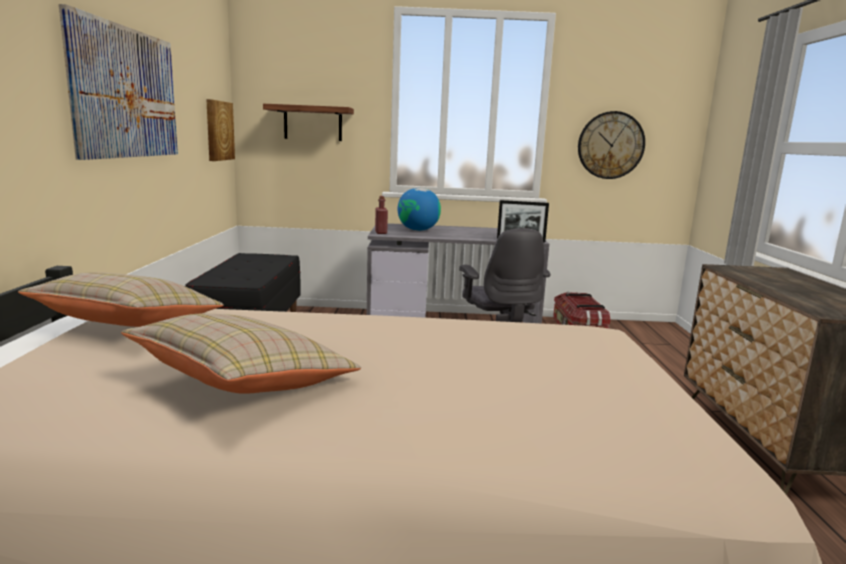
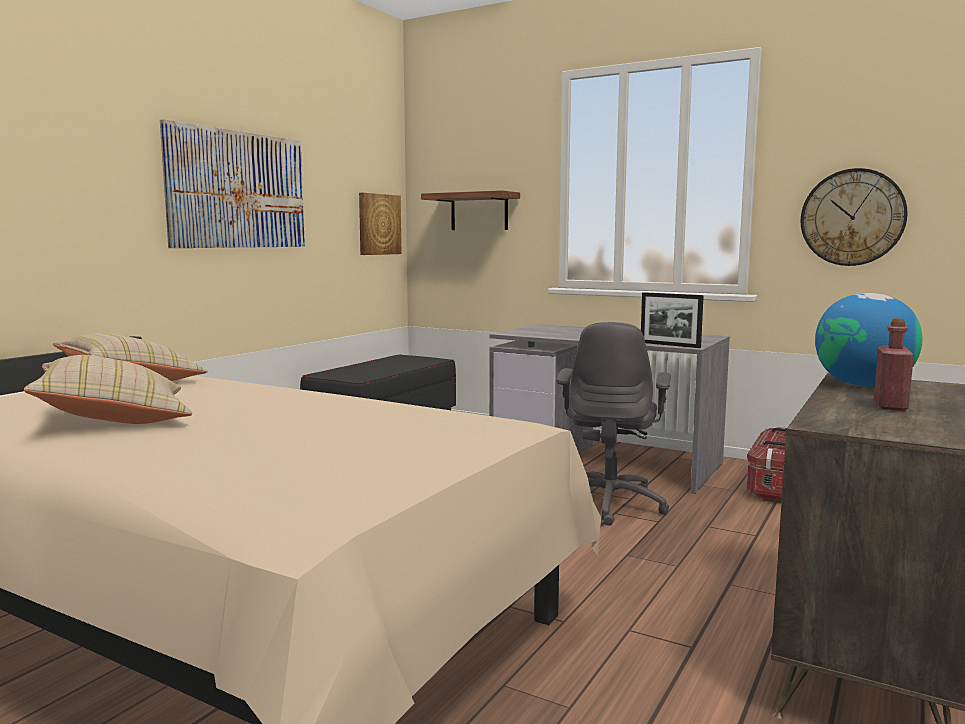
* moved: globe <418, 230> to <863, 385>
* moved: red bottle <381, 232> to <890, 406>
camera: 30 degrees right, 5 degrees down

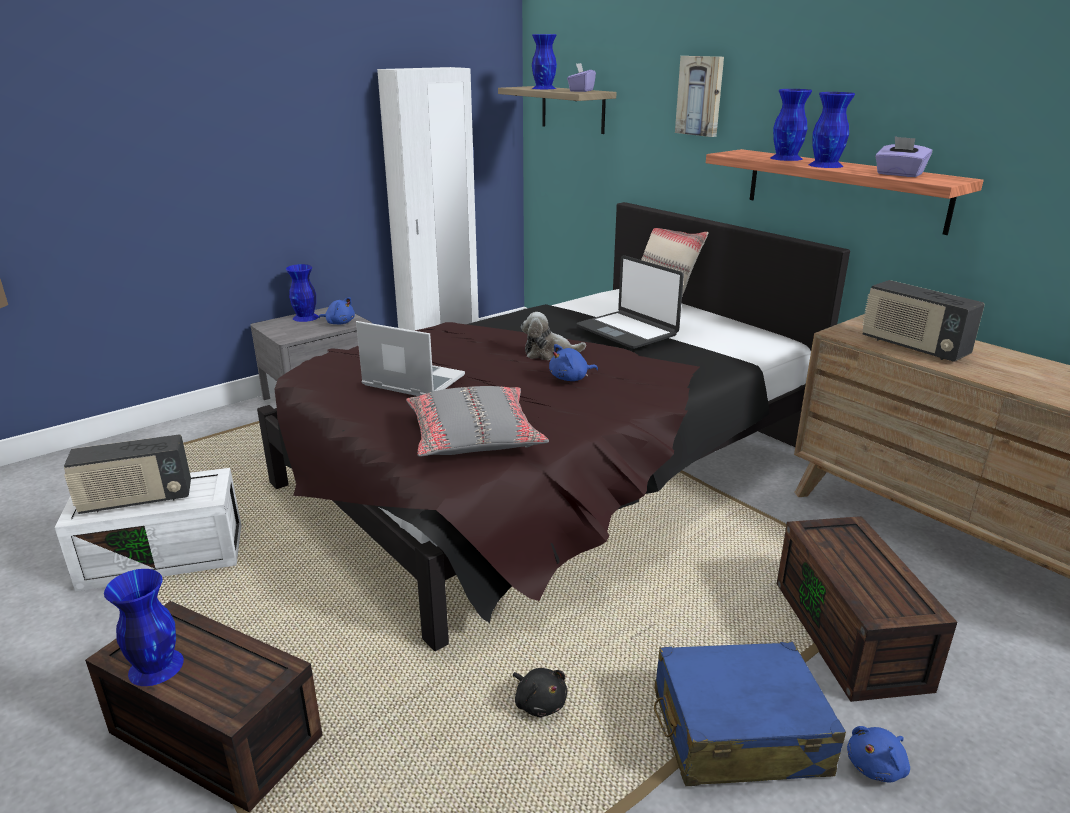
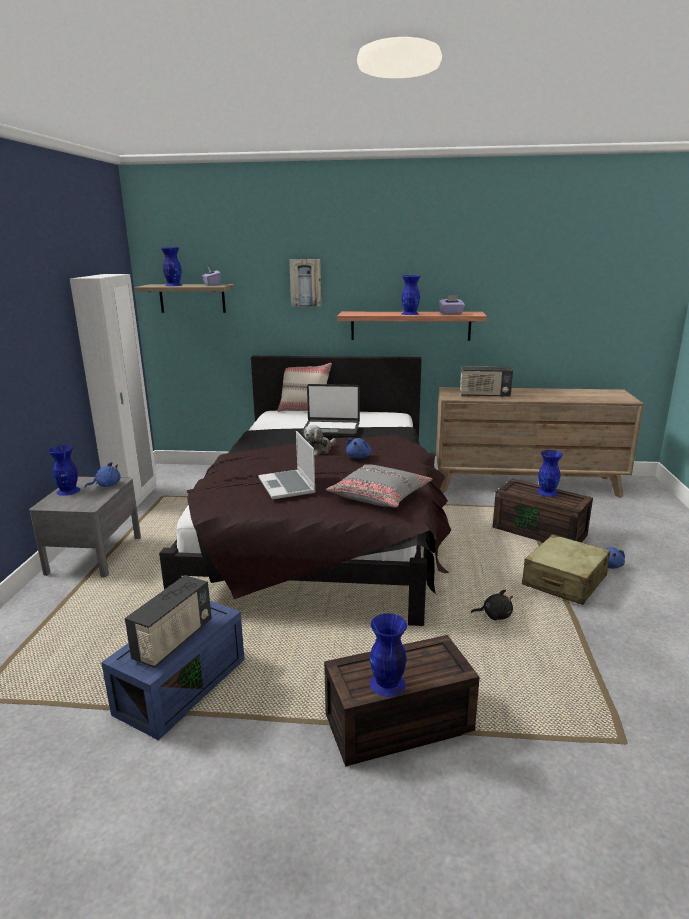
* recoloured: white storage box <166, 555> to blue storage box <181, 684>
* turned: laptop <412, 381> = <287, 486> 90 degrees counterclockwise
* recoloured: blue suitcase <737, 732> to beige suitcase <564, 581>
* moved: blue vase <786, 158> to <547, 492>
camera: 45 degrees left, 5 degrees down

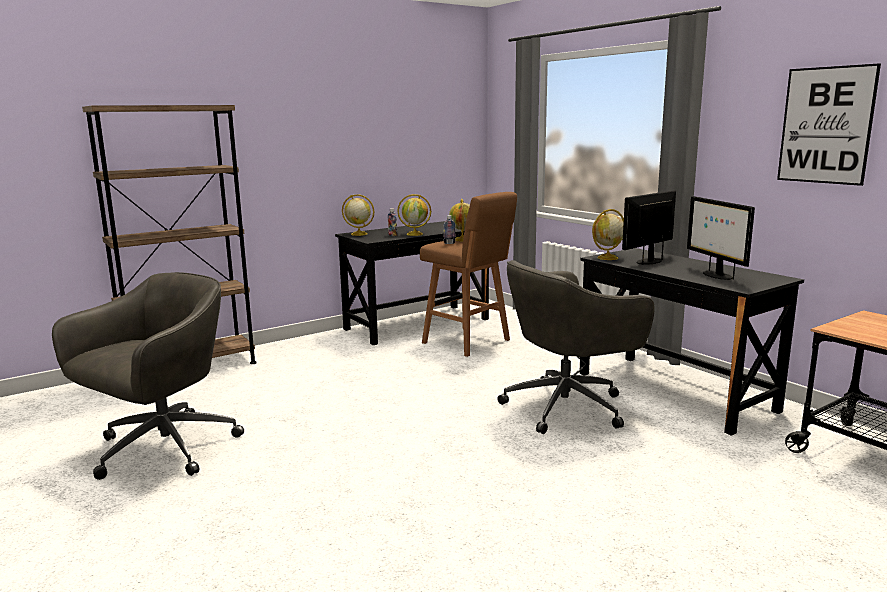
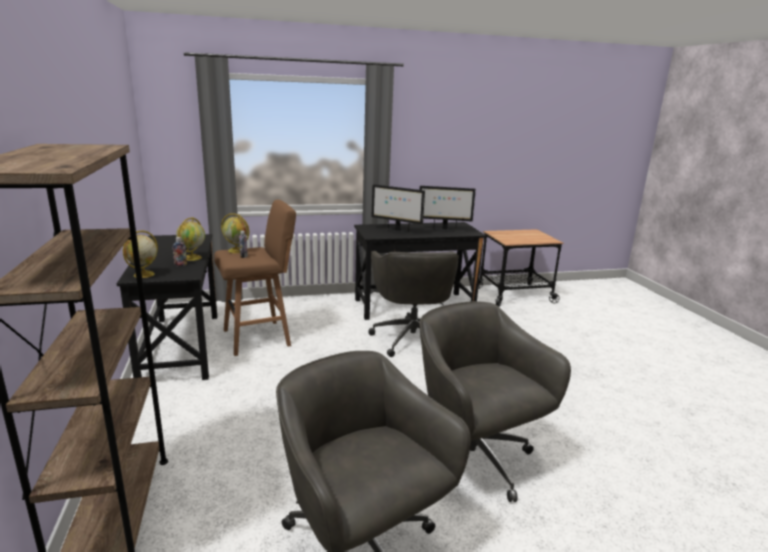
* turned: monitor <649, 261> = <396, 231> 45 degrees counterclockwise
* added: grey office chair <473, 461>
* removed: globe <607, 258>
* removed: picture <826, 125>
camera: 70 degrees left, 5 degrees up

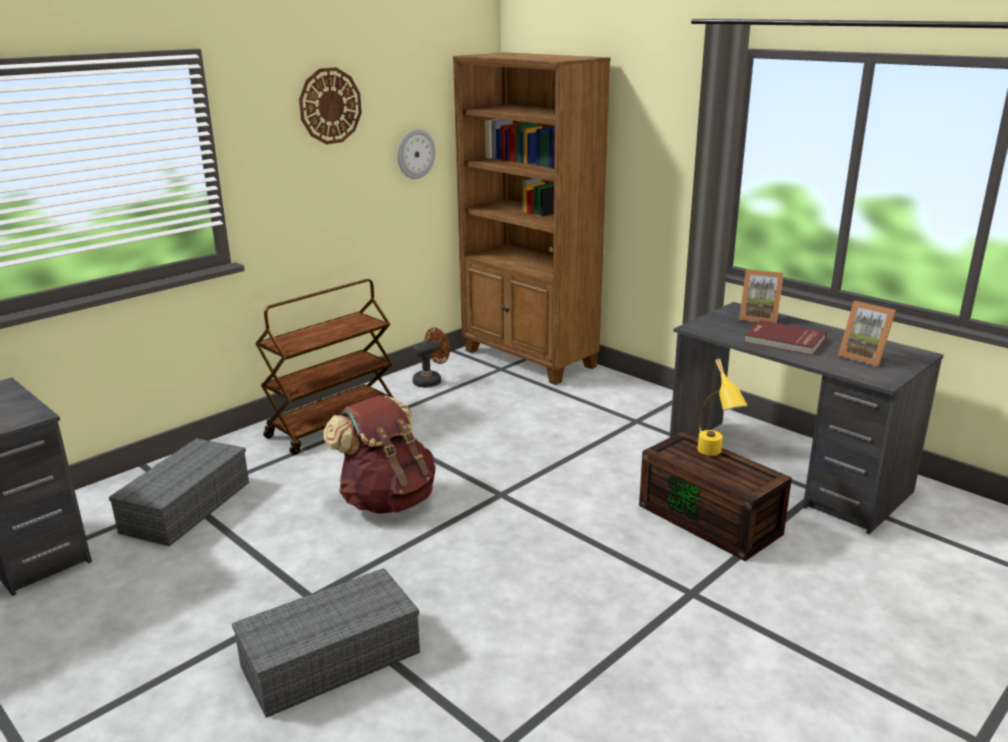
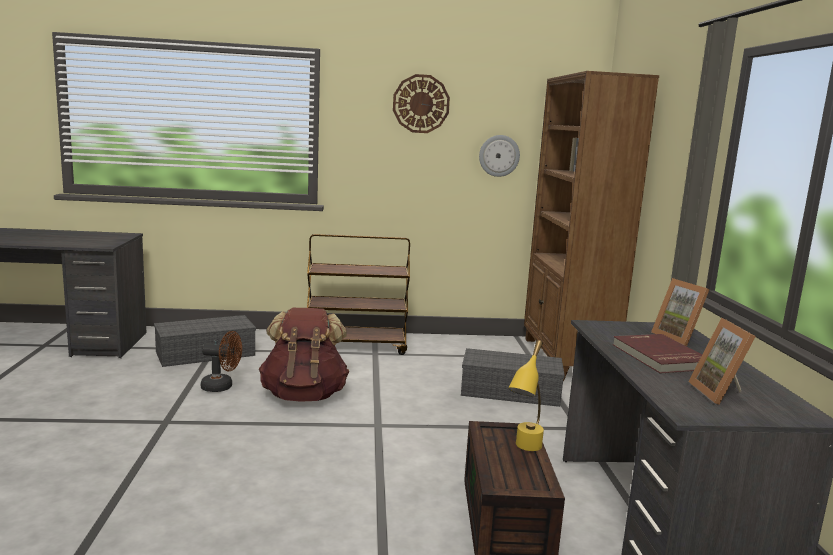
* moved: brown fan <431, 381> to <222, 387>
* moved: grey storage box <332, 657> to <511, 391>
camera: 40 degrees right, 10 degrees down

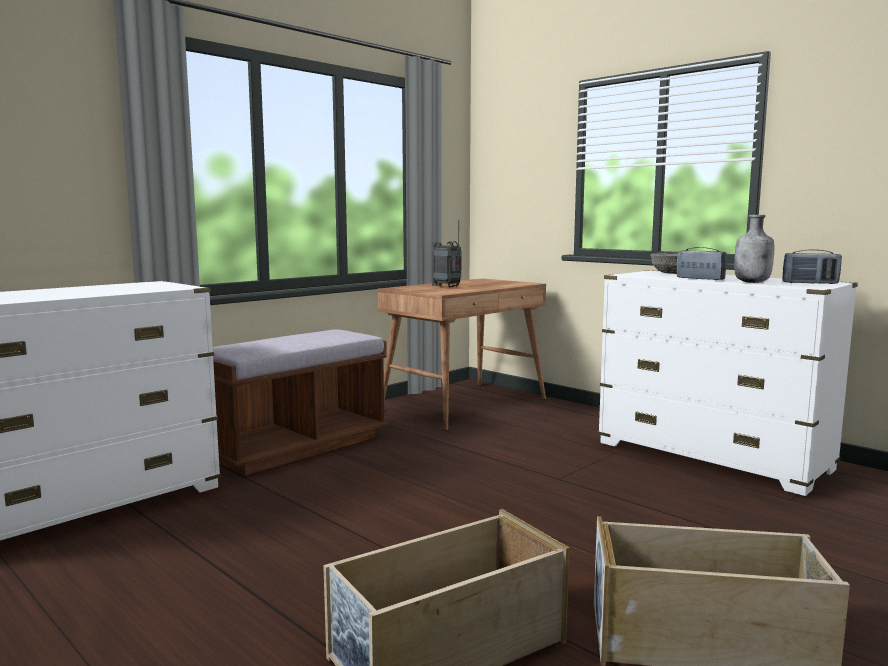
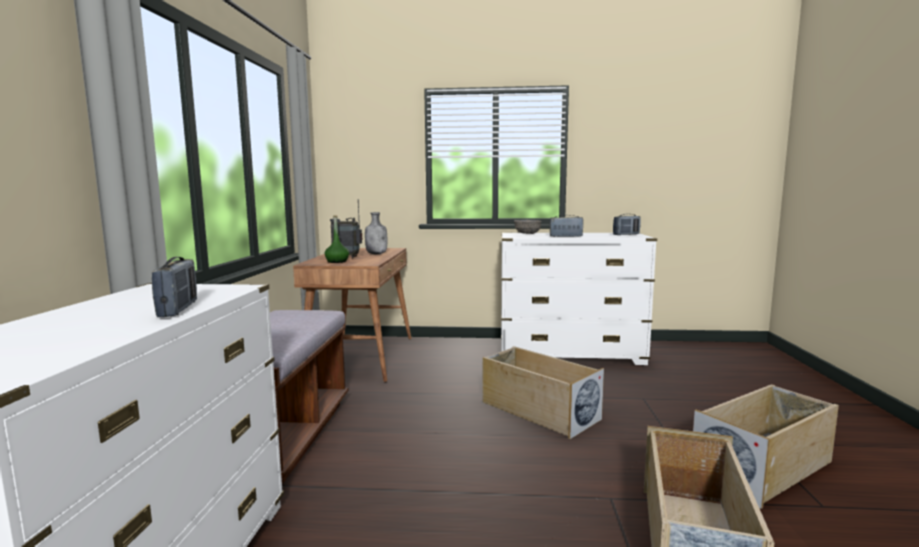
* added: radio <178, 309>
* added: green bottle <337, 261>
* moved: grey bottle <752, 282> to <377, 254>
* added: beige storage box <538, 411>
camera: 40 degrees left, 0 degrees up

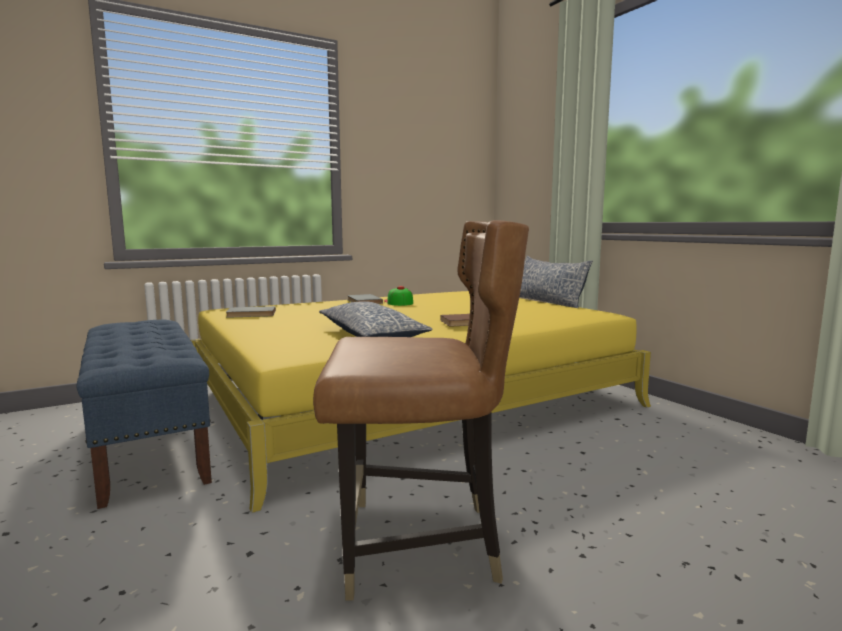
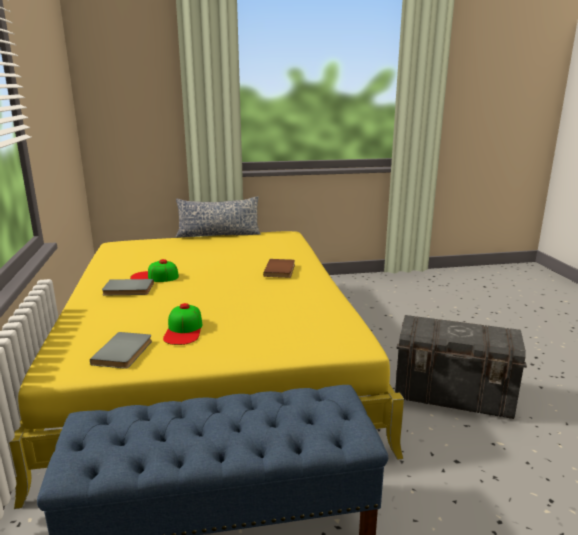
* added: cap <184, 330>
* replaced: brown chair <420, 544> to grey storage box <453, 396>
* removed: pillow <371, 336>
camera: 70 degrees left, 10 degrees up

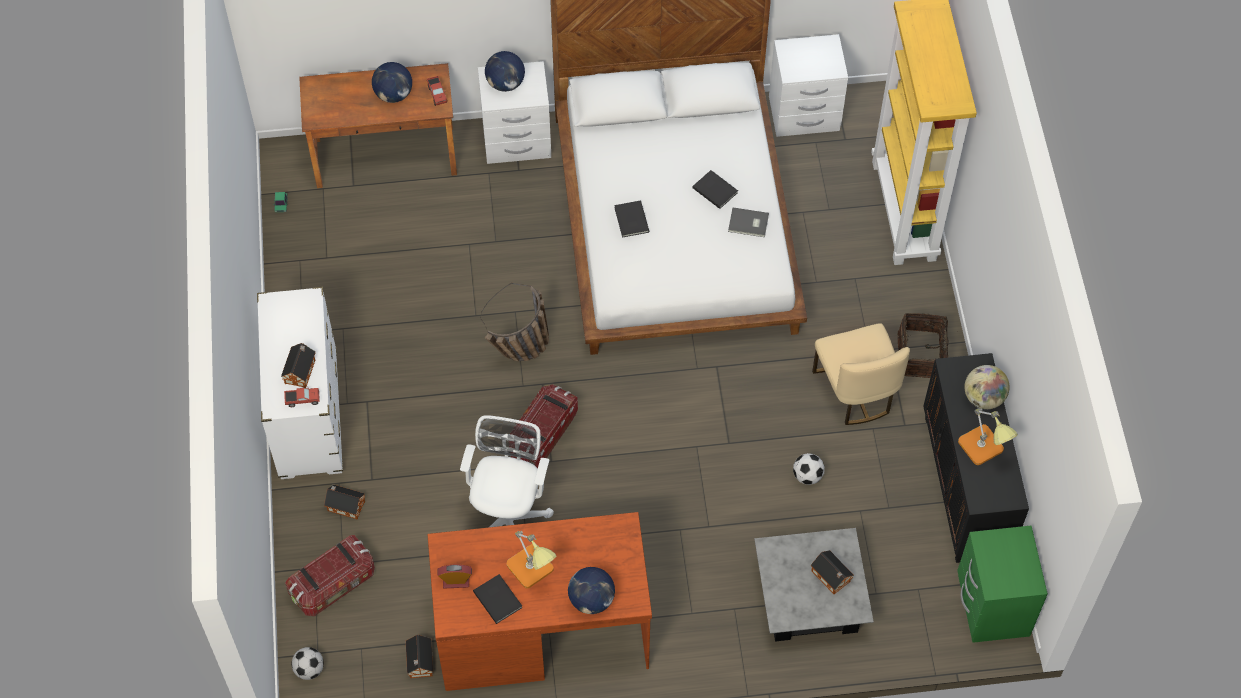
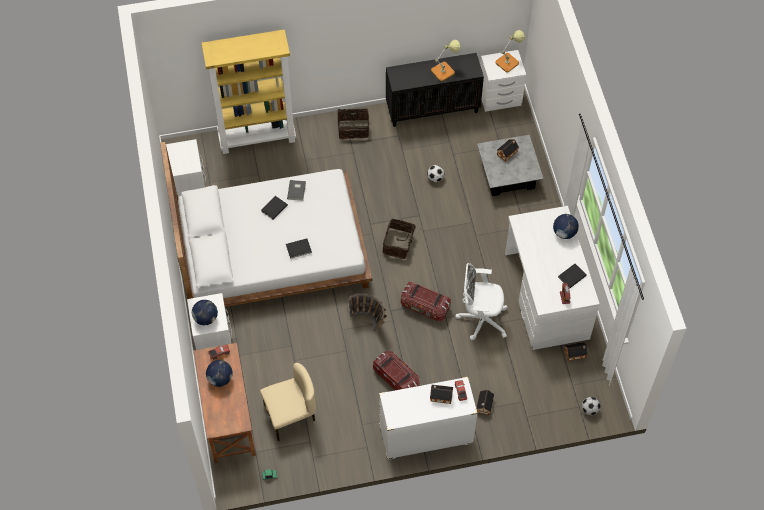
* moved: beige chair <855, 391> to <290, 415>
* moved: storage box <333, 584> to <396, 379>
* added: basket <398, 244>
* recoloured: green nightstand <991, 606> to white nightstand <499, 98>
* moved: table lamp <534, 571> to <509, 61>
* recoloured: brown desk <541, 629> to white desk <545, 296>
* removed: globe <983, 398>
camera: 95 degrees left, 0 degrees up

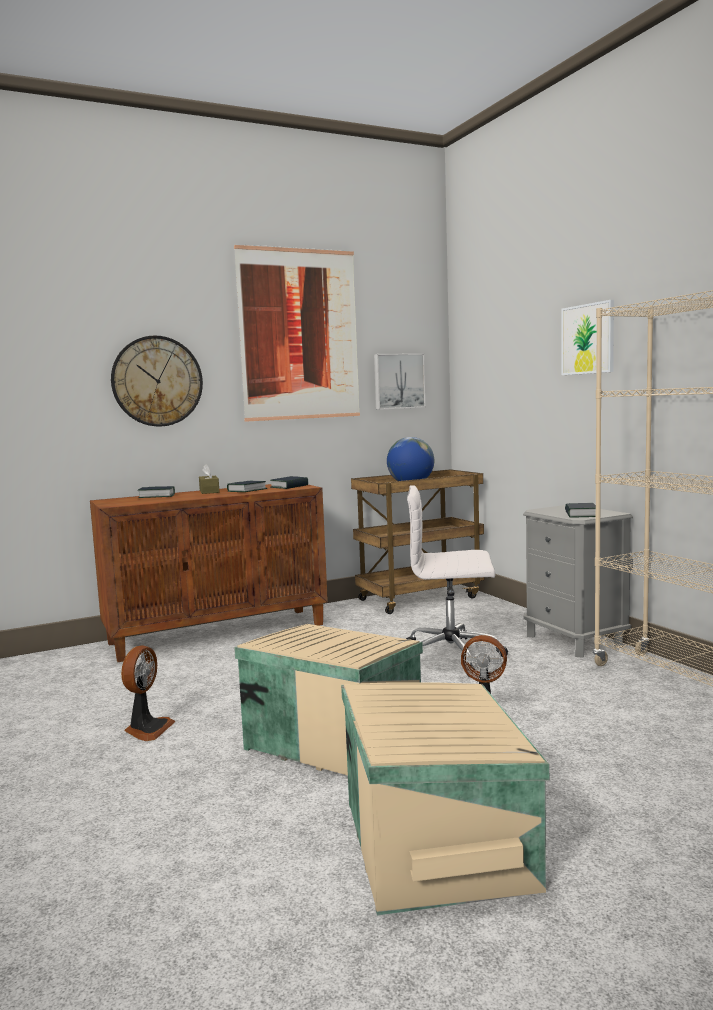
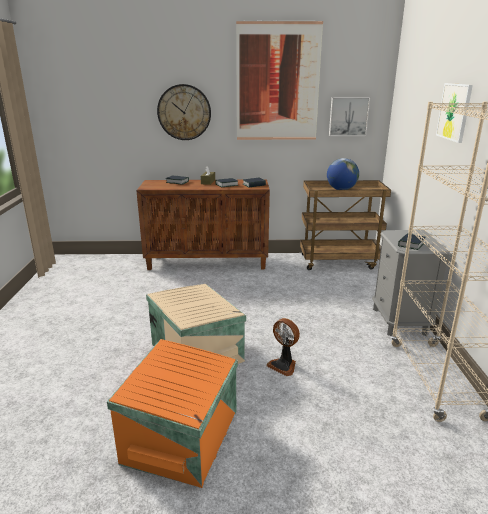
* recoloured: beige storage box <439, 842> to orange storage box <183, 436>
* removed: fan <147, 729>
* removed: white office chair <453, 656>
camera: 25 degrees right, 15 degrees up

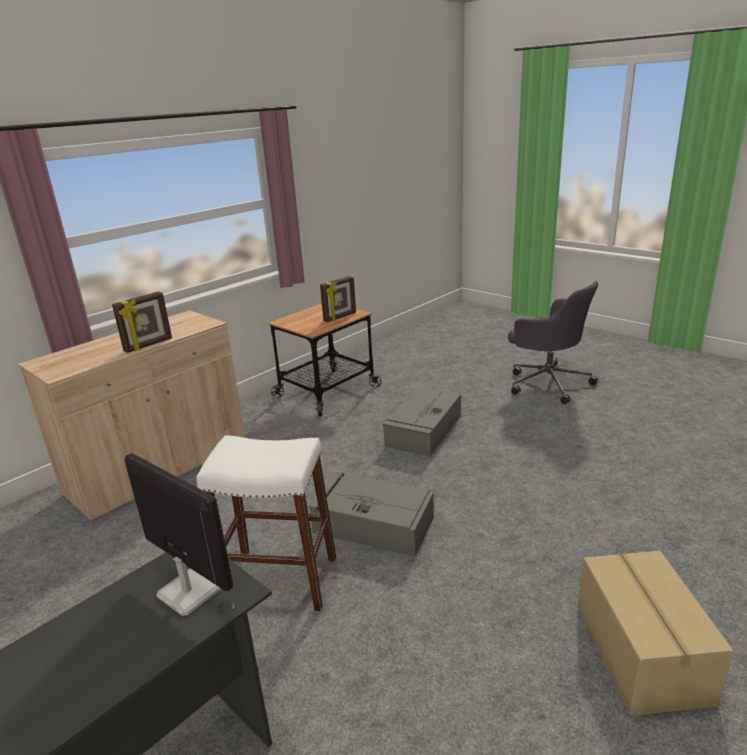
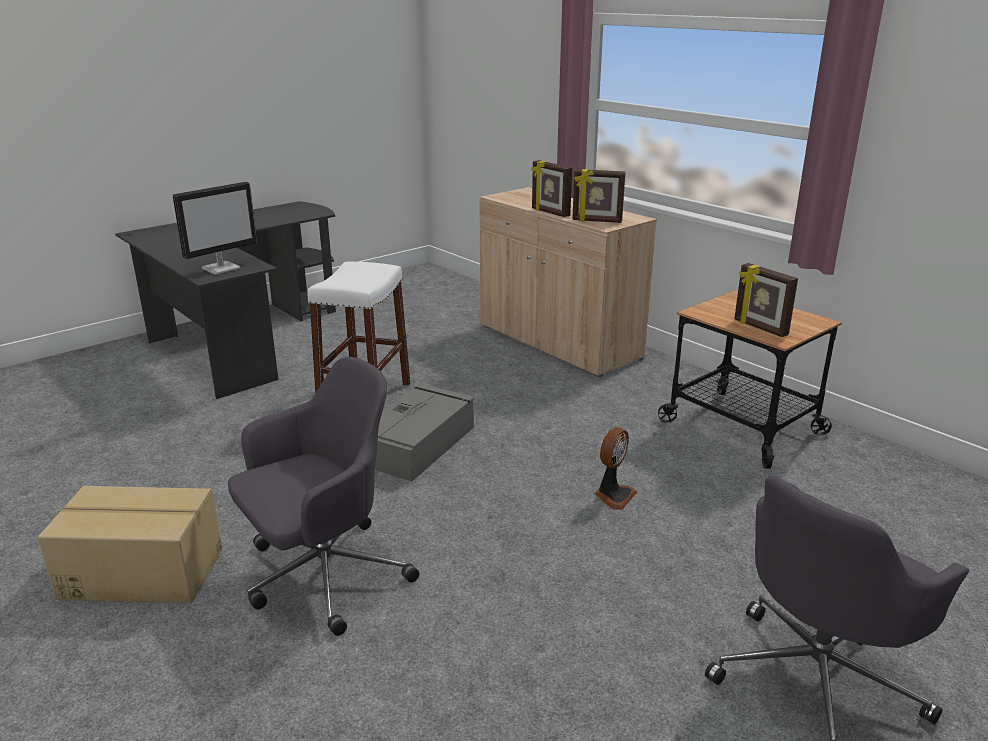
* added: grey office chair <323, 576>
* added: picture frame <597, 221>
* replaced: grey storage box <423, 431> to fan <613, 495>
camera: 95 degrees right, 0 degrees up

